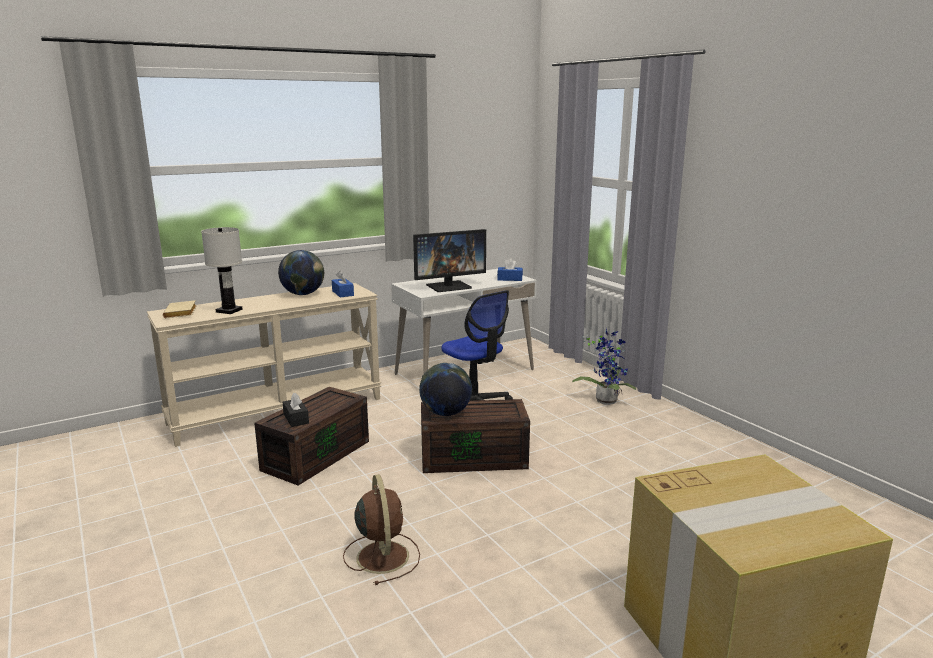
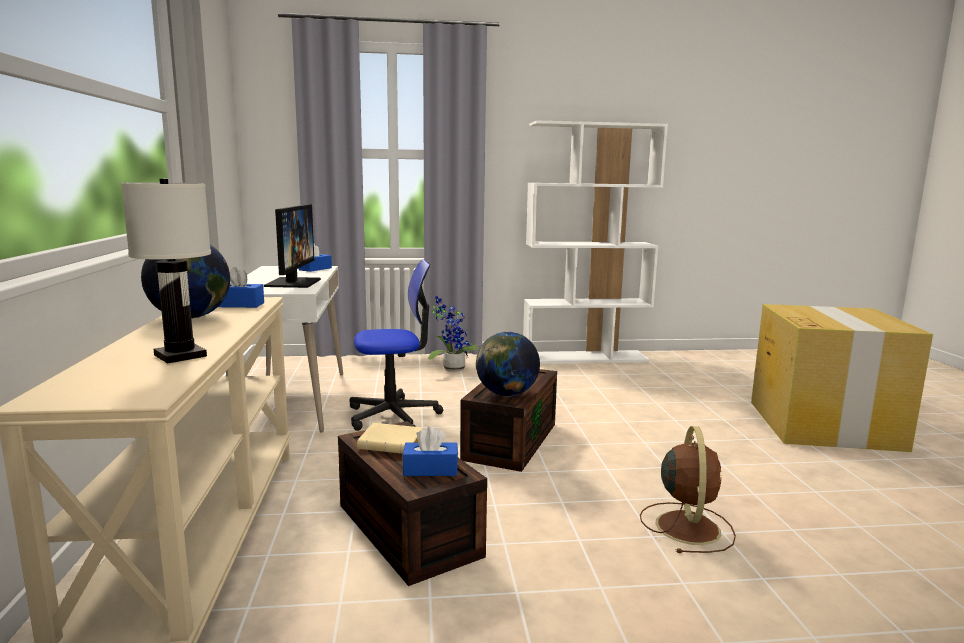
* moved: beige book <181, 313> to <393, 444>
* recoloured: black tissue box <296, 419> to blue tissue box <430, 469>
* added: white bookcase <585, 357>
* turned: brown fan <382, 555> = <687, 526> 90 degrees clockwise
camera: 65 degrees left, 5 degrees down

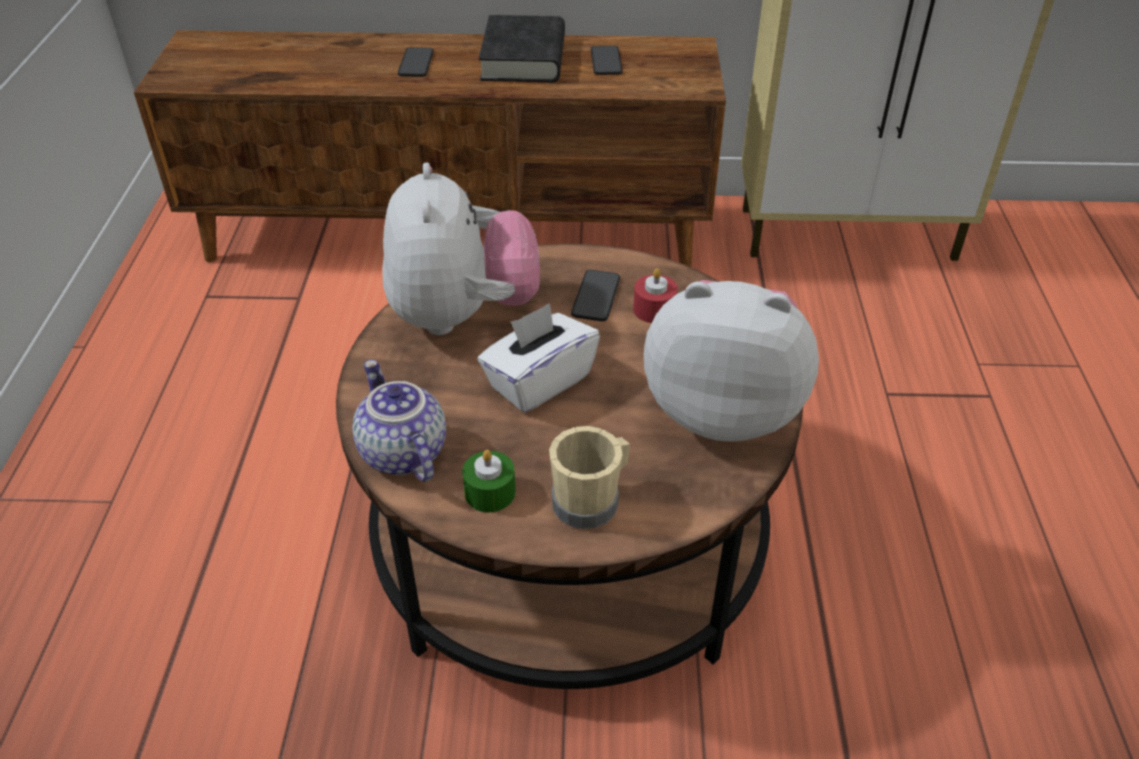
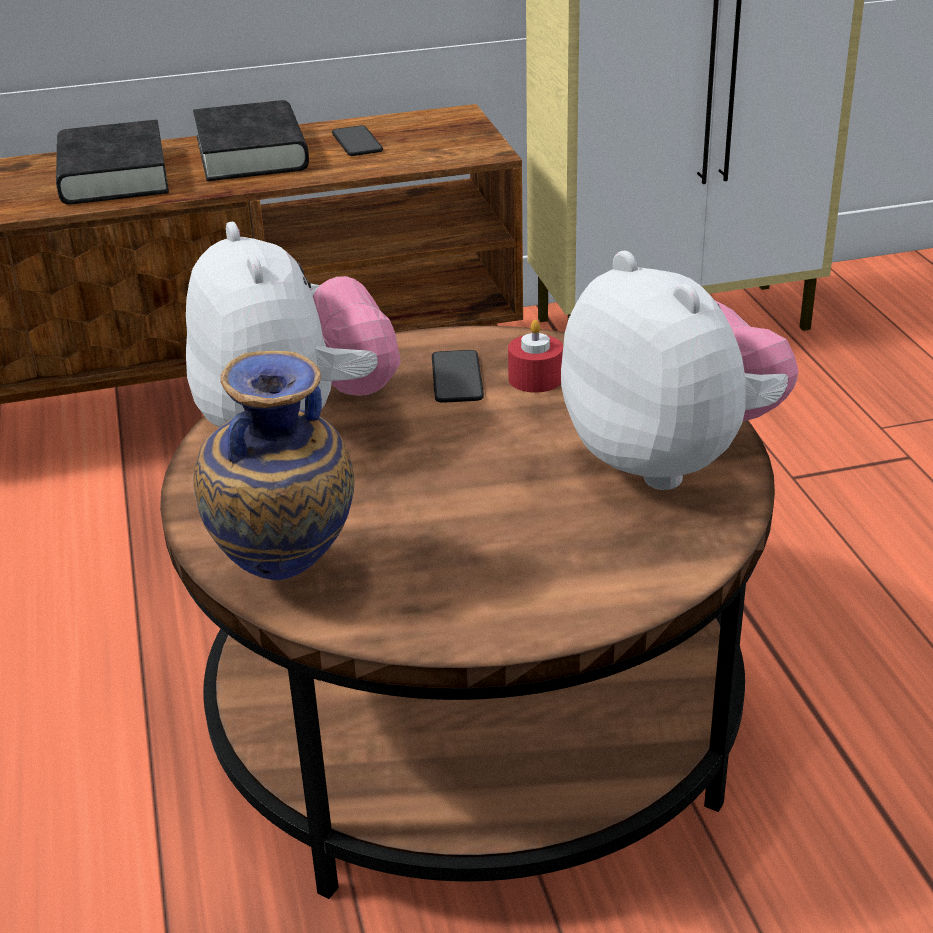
* replaced: phone <416, 63> to black book <113, 176>
* replaced: teapot <401, 453> to vase <287, 582>
* turned: plush toy <723, 409> = <671, 459> 60 degrees clockwise
* removed: green candle <490, 492>
* removed: white tissue box <539, 381>
* removed: beige mug <591, 499>
camera: 15 degrees left, 10 degrees down

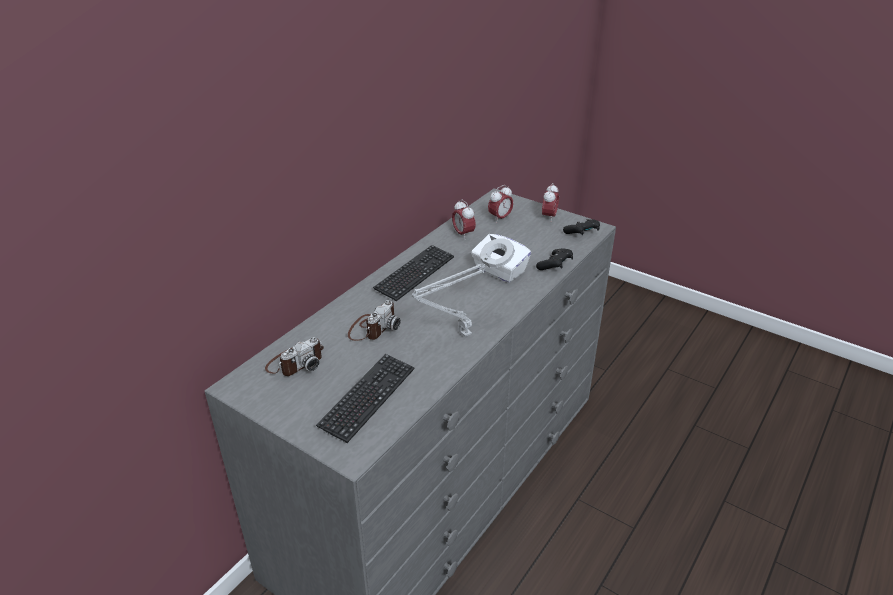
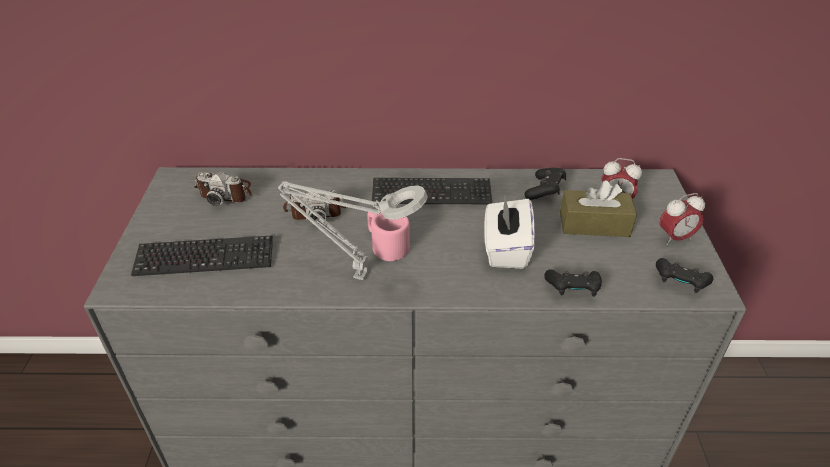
* added: pink mug <386, 245>
* replaced: alarm clock <463, 234> to black game controller <545, 191>
* added: brown tissue box <594, 224>
camera: 55 degrees right, 5 degrees up

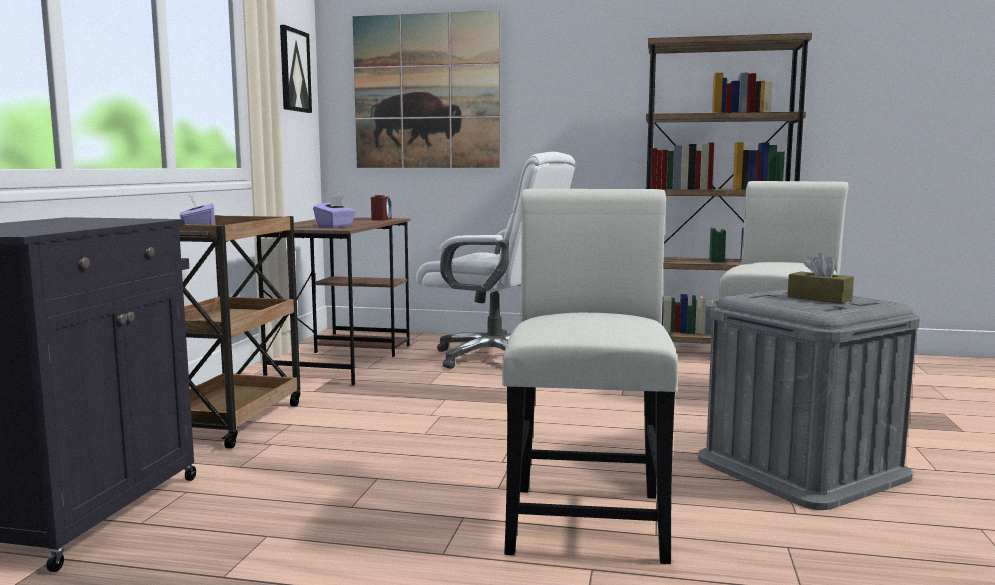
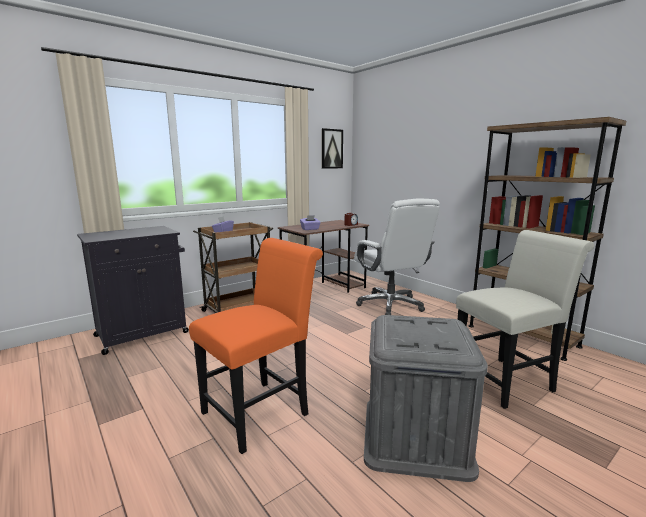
* recoloured: white chair <587, 516> to orange chair <261, 410>
* removed: picture <426, 91>
* removed: brown tissue box <819, 298>
camera: 40 degrees right, 5 degrees up

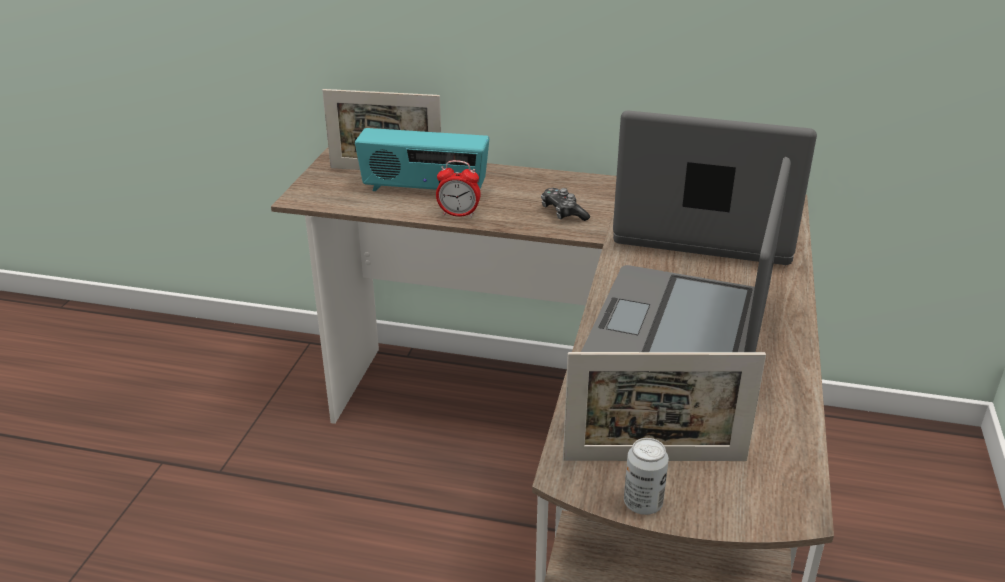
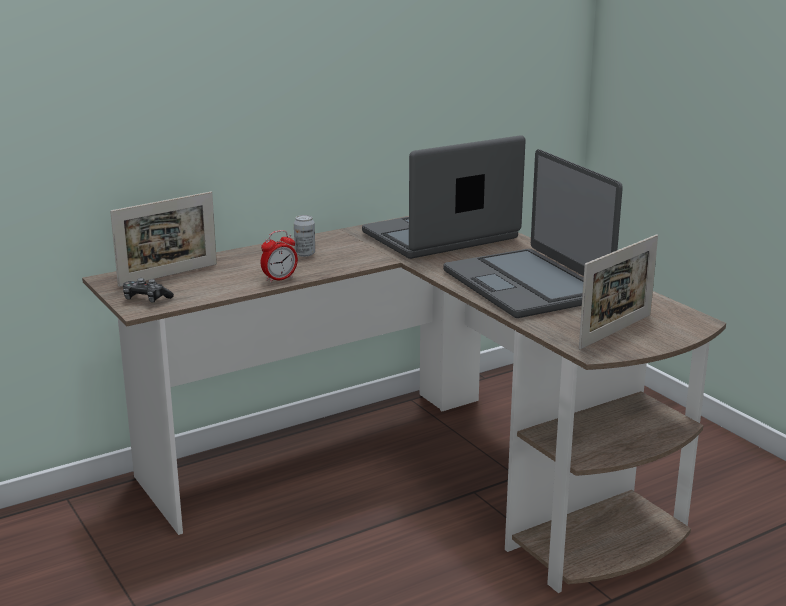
* moved: game controller <563, 213> to <146, 299>
* moved: can <643, 503> to <305, 254>
* removed: radio <424, 190>
camera: 45 degrees left, 10 degrees down

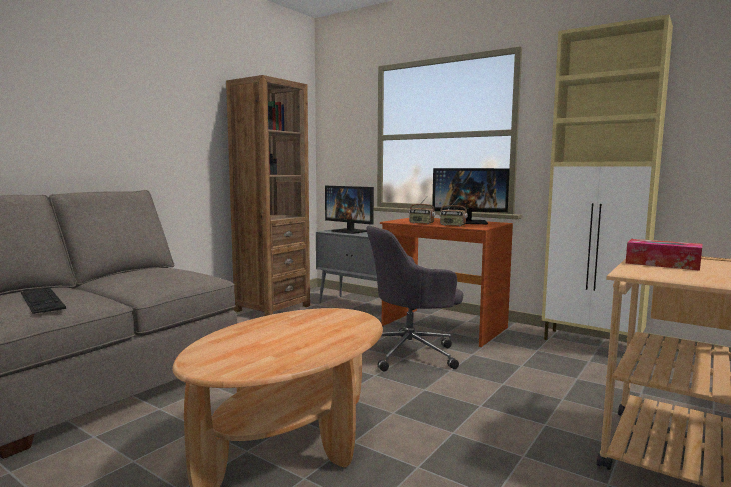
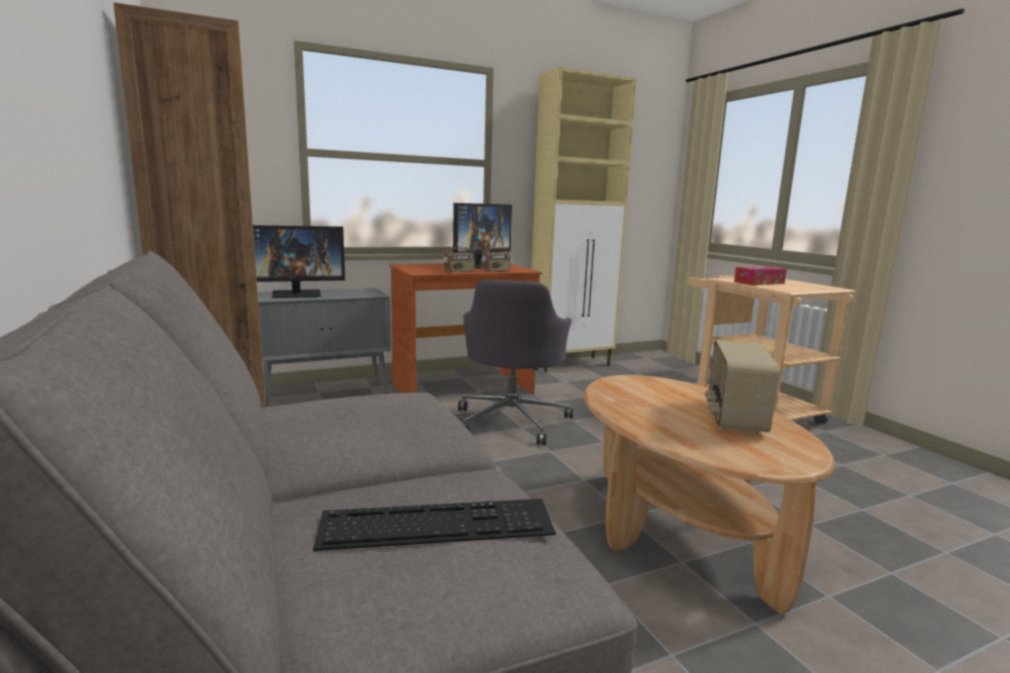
* added: radio <734, 417>
camera: 60 degrees left, 5 degrees up

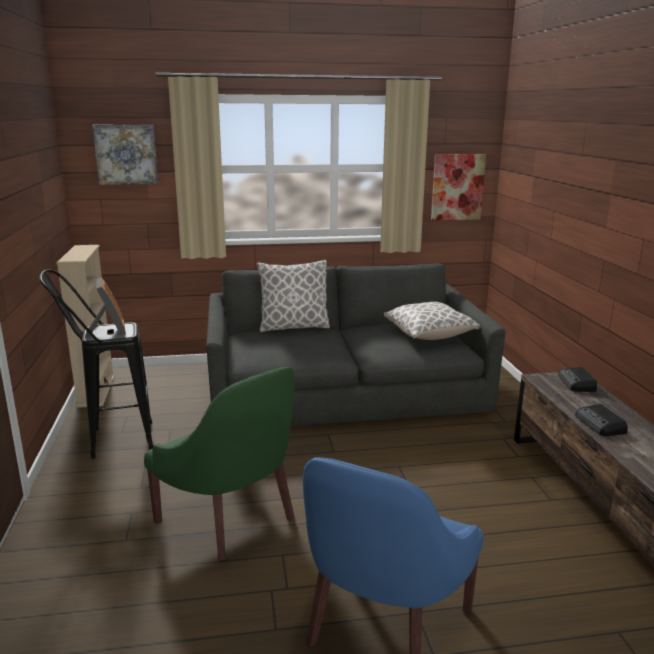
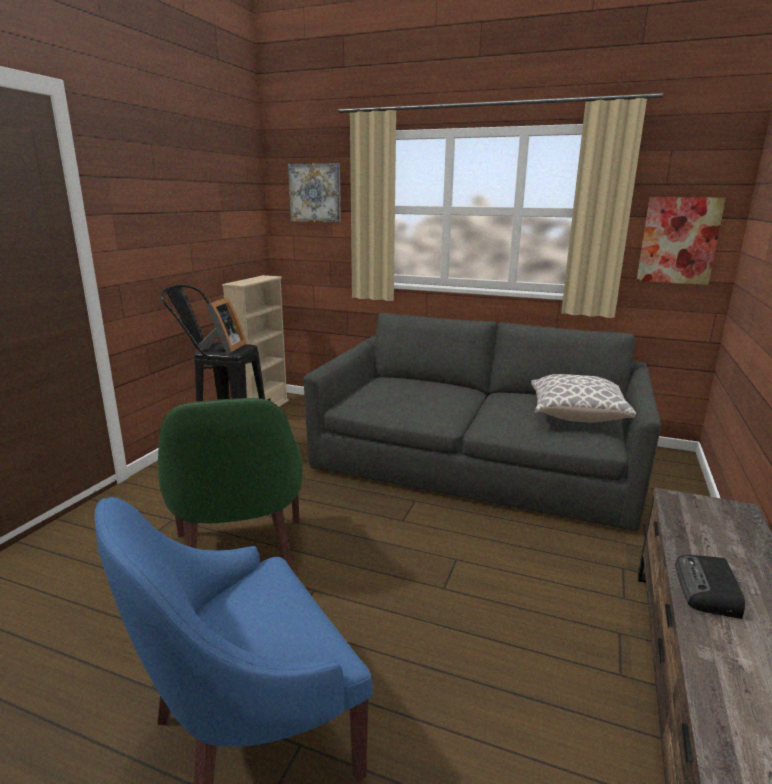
* removed: pillow <293, 327>
* removed: radio <577, 383>
camera: 30 degrees right, 0 degrees up

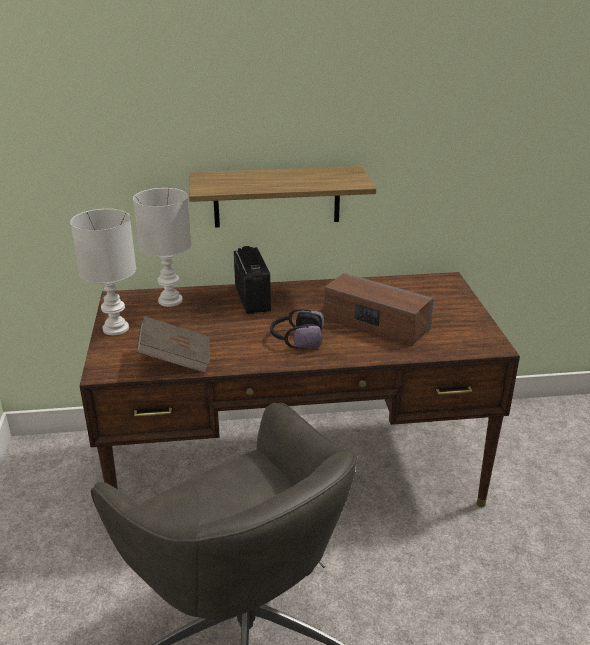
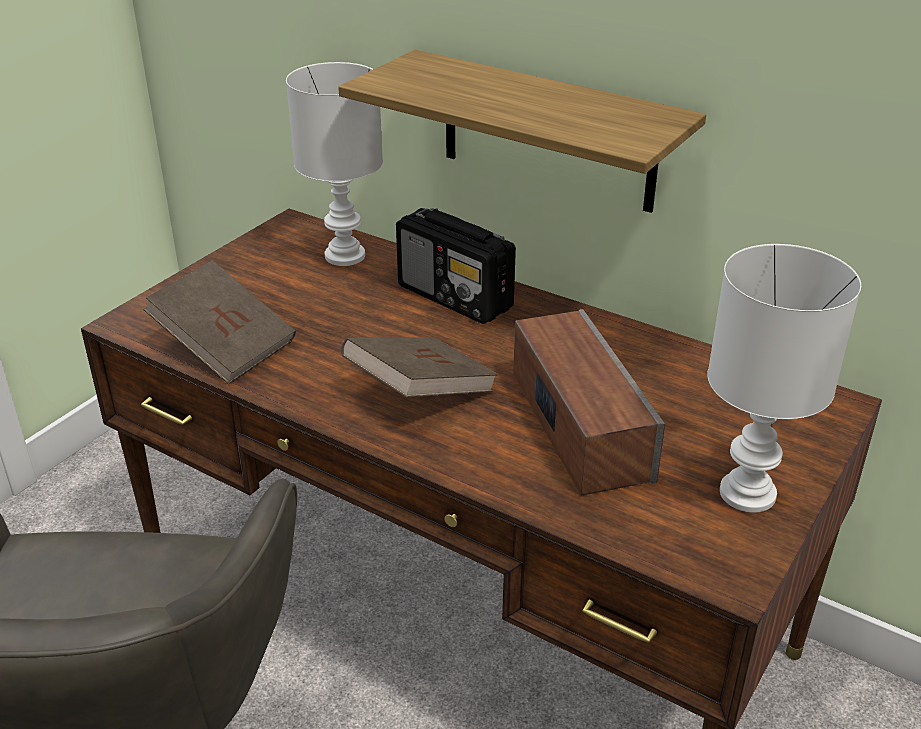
* replaced: headphones <296, 339> to brown book <420, 392>
* turned: radio <252, 298> = <455, 298> 105 degrees clockwise
* moved: white table lamp <117, 328> to <750, 494>
camera: 40 degrees right, 5 degrees up

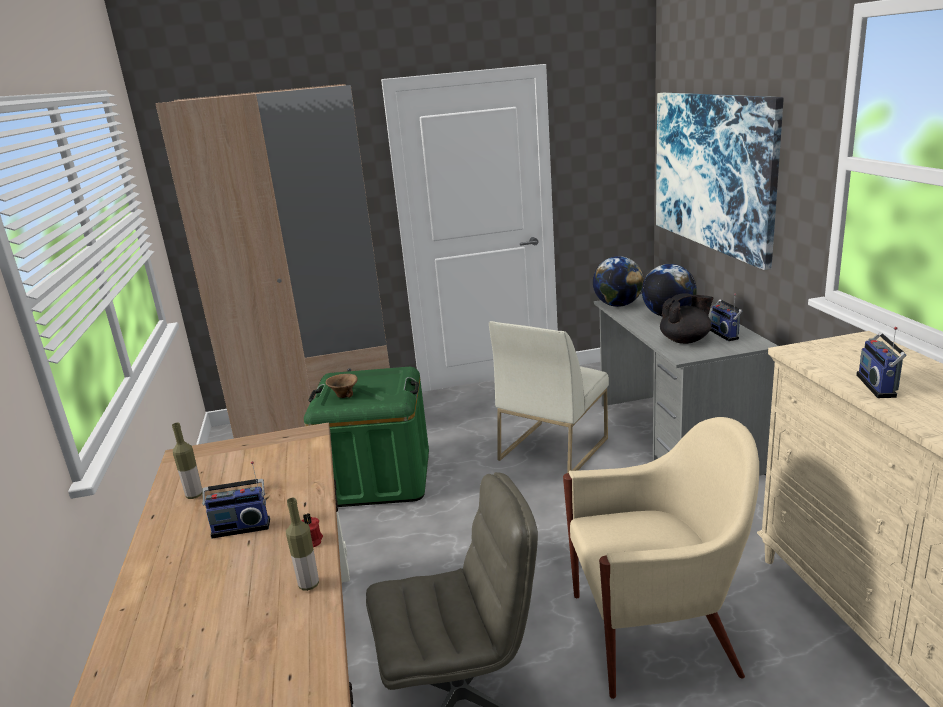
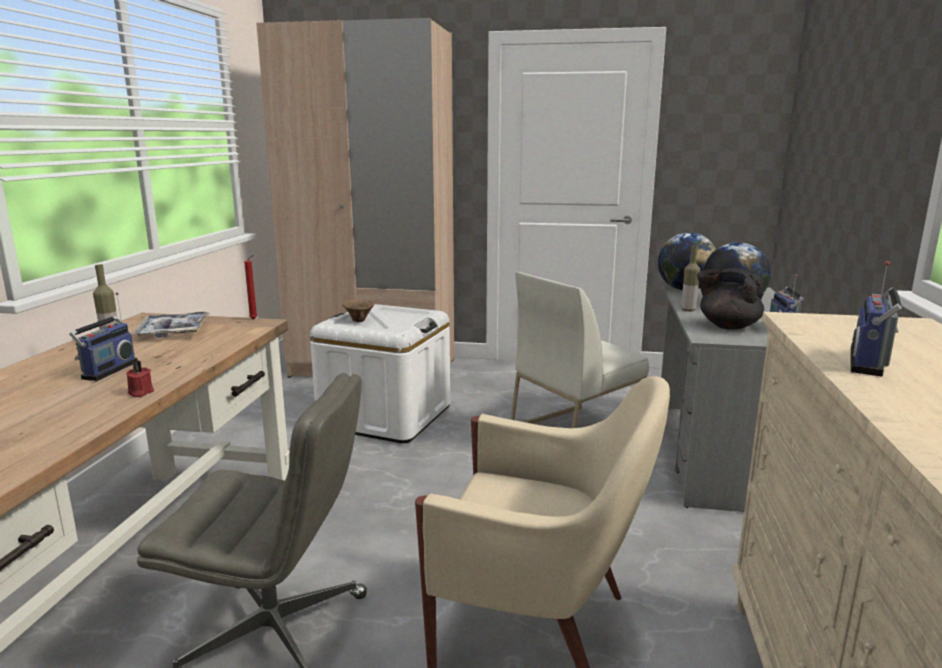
* turned: radio <241, 526> = <107, 370> 90 degrees counterclockwise
* added: tray <173, 331>
* added: red candle <254, 319>
* recoloured: green storage box <377, 478> to white storage box <385, 416>
* moved: bottle <309, 585> to <688, 310>
* turned: black teapot <685, 340> = <727, 326> 150 degrees counterclockwise
* removed: picture <712, 171>
camera: 20 degrees right, 5 degrees down

